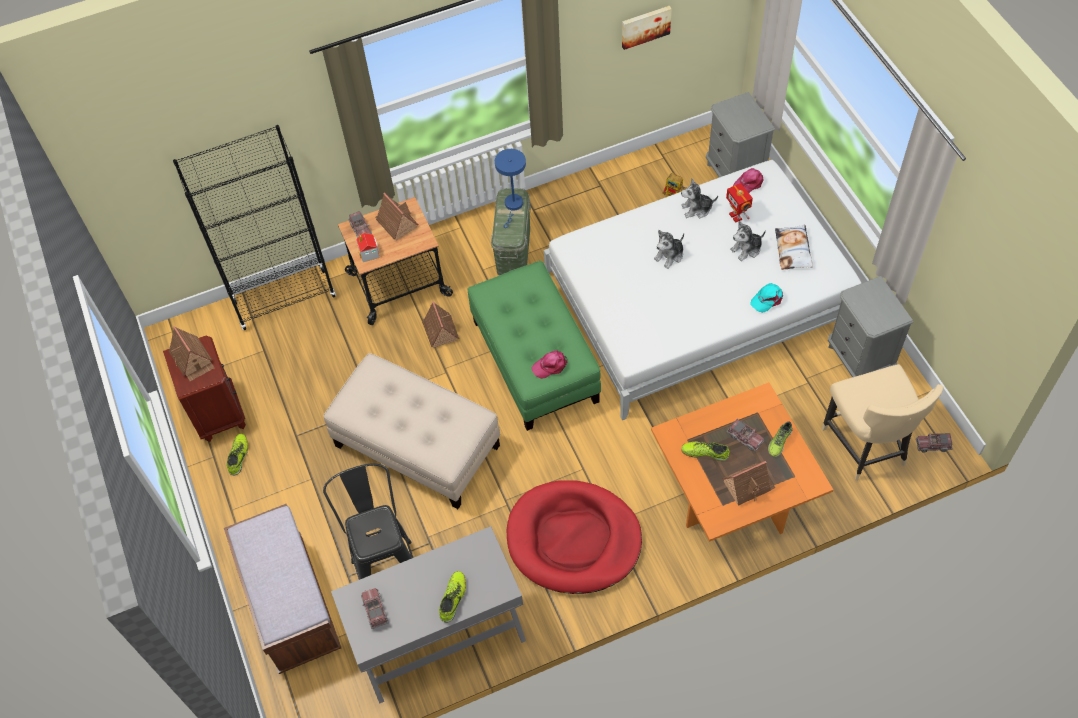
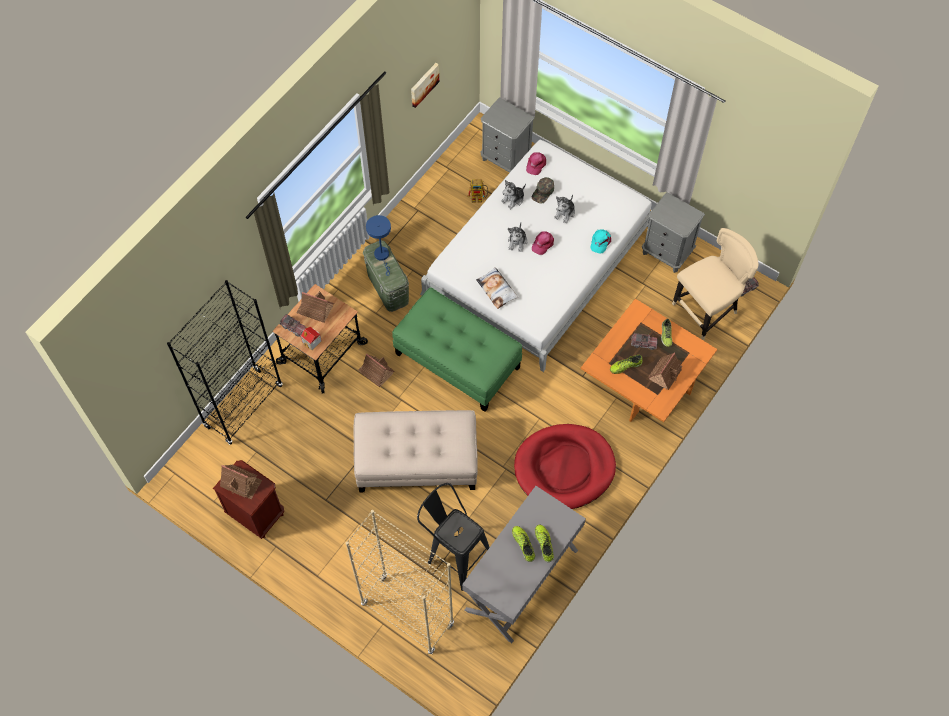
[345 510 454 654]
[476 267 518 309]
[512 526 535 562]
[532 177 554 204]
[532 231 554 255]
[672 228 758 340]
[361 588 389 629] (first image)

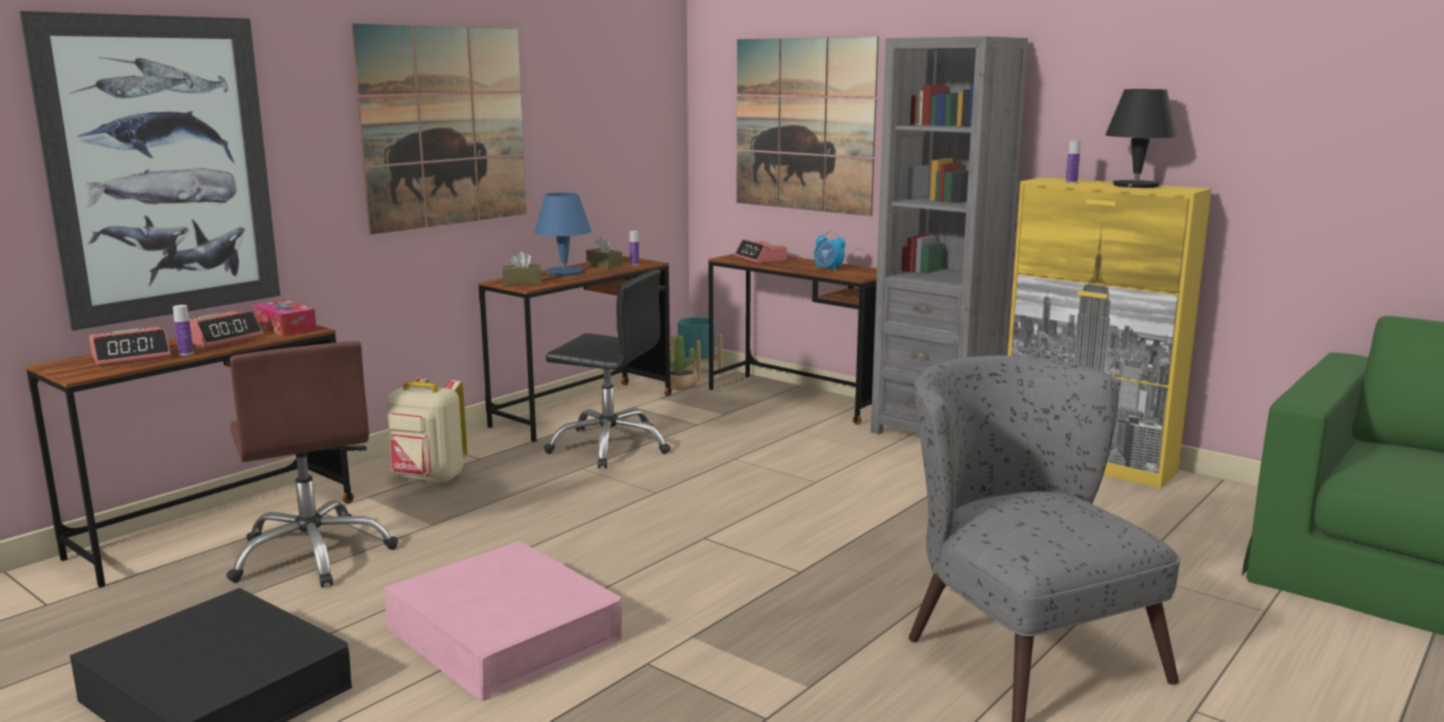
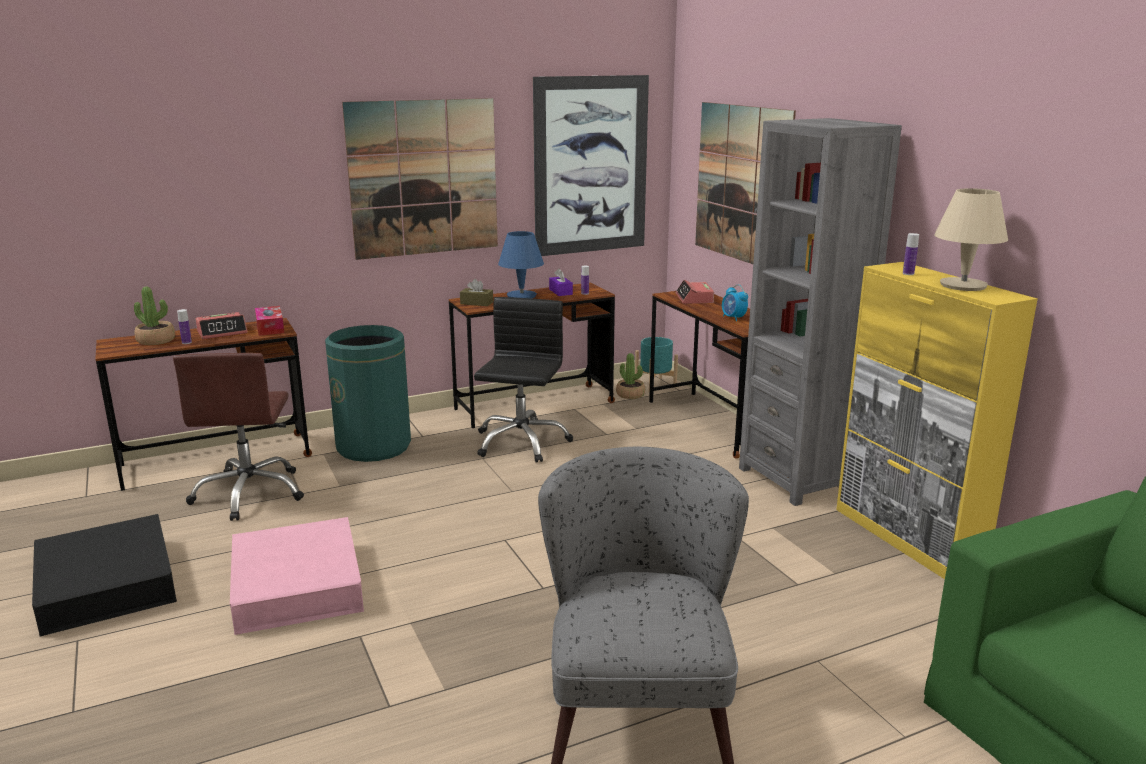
[134 287 175 345]
[325 325 411 462]
[474 297 573 463]
[533 75 649 256]
[549 268 573 296]
[934 188 1008 291]

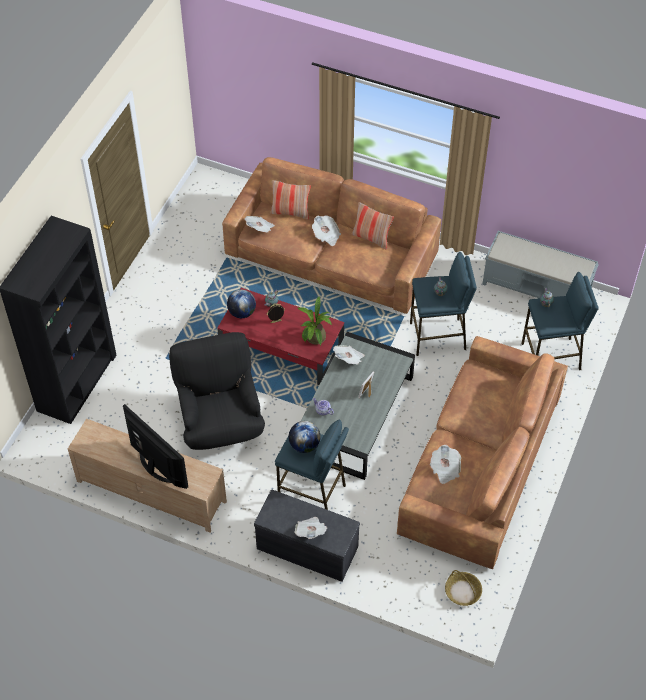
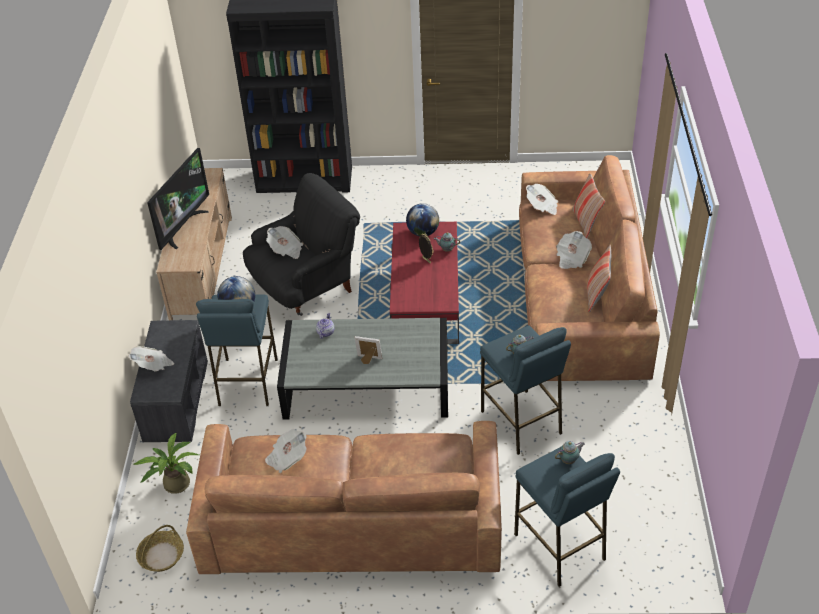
[134 433 199 494]
[266 226 303 259]
[482 231 599 298] (first image)

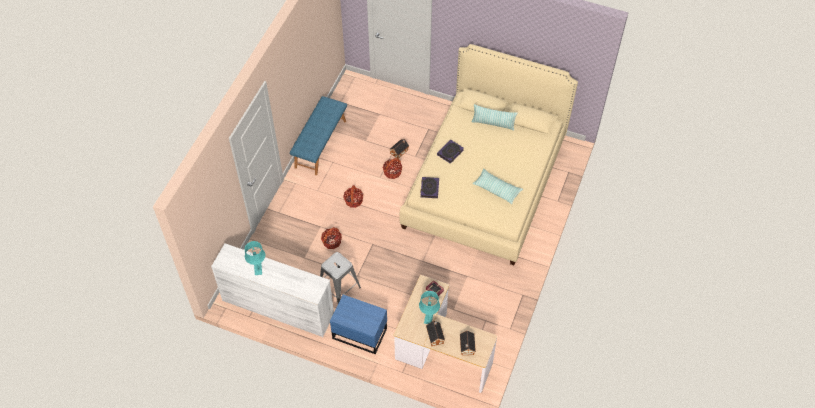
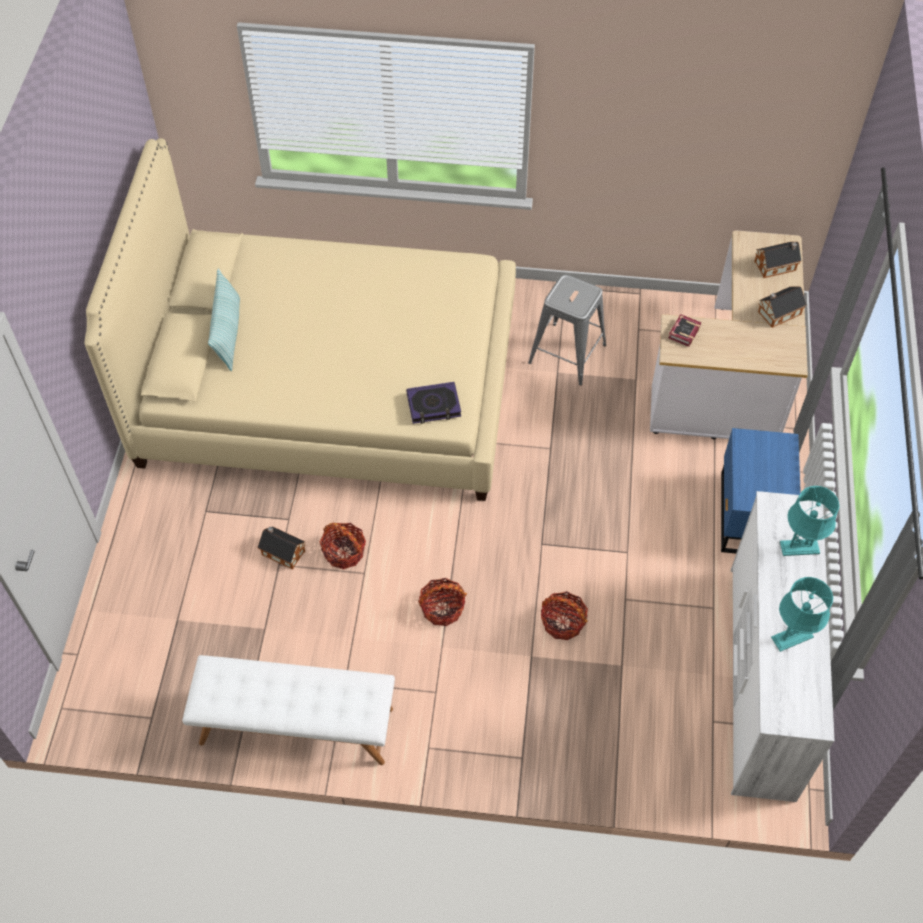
[182 655 395 765]
[528 274 606 386]
[780 486 839 556]
[437 139 464 163] (first image)
[472 169 523 204] (first image)

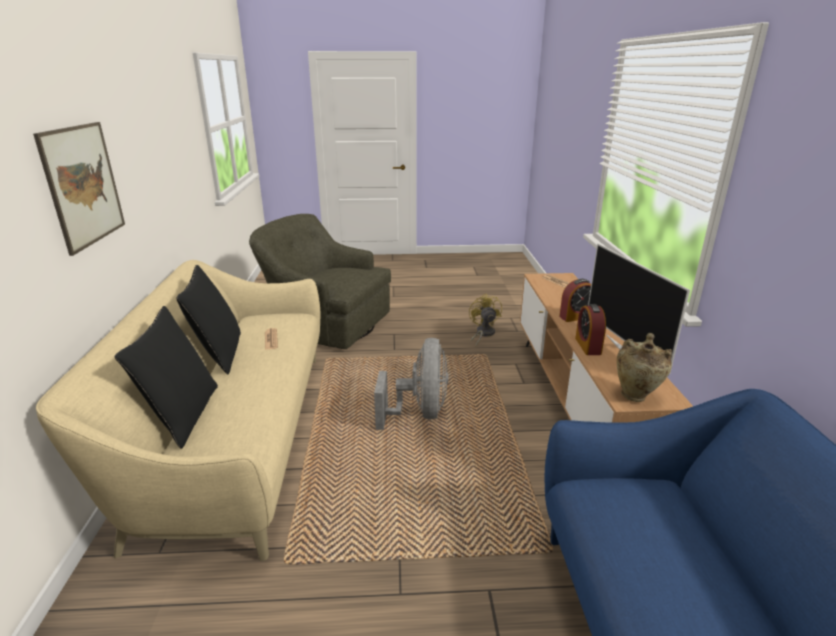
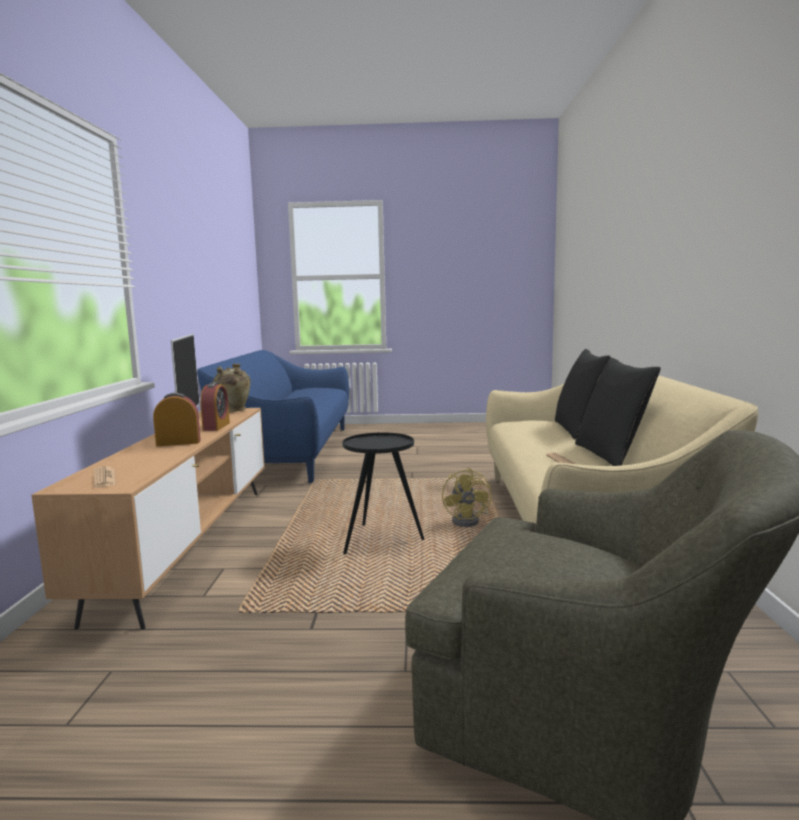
[342 432 424 554]
[442 468 492 527]
[33 122 125 256] (first image)

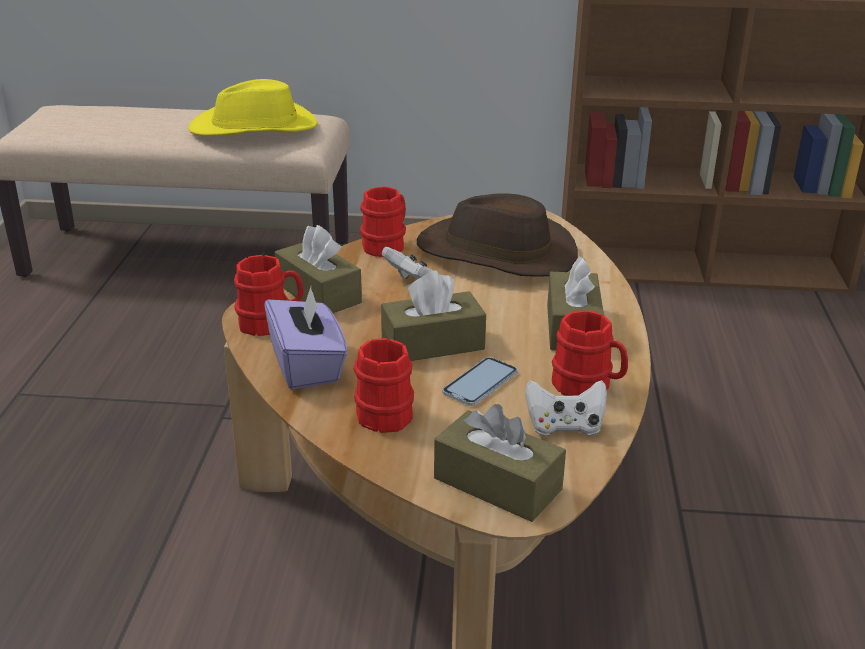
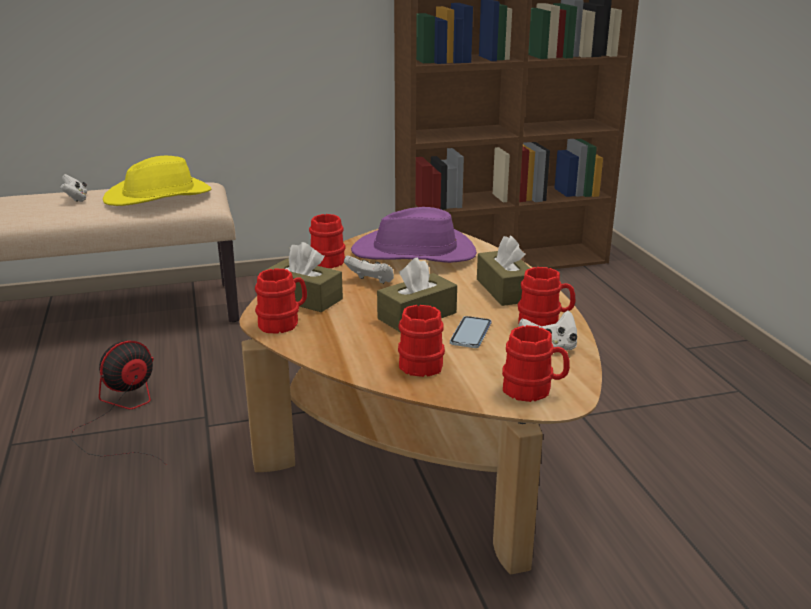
[60 174 87 202]
[71 341 167 465]
[351 207 477 263]
[502 325 570 402]
[264 287 348 390] (first image)

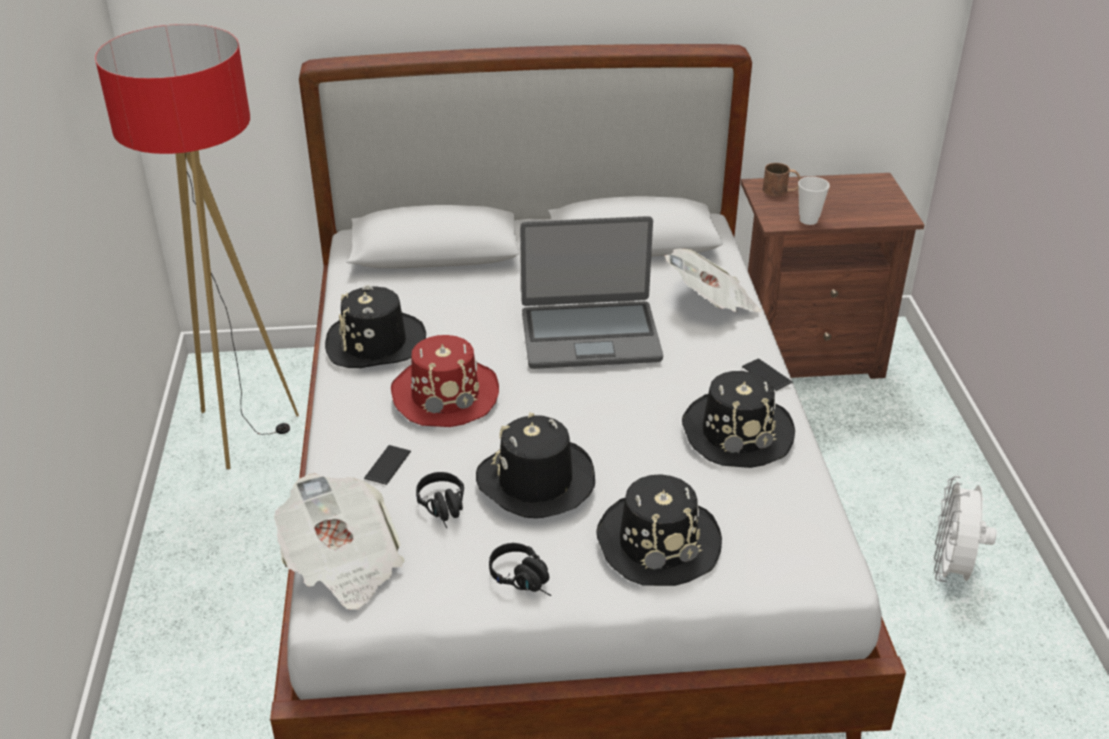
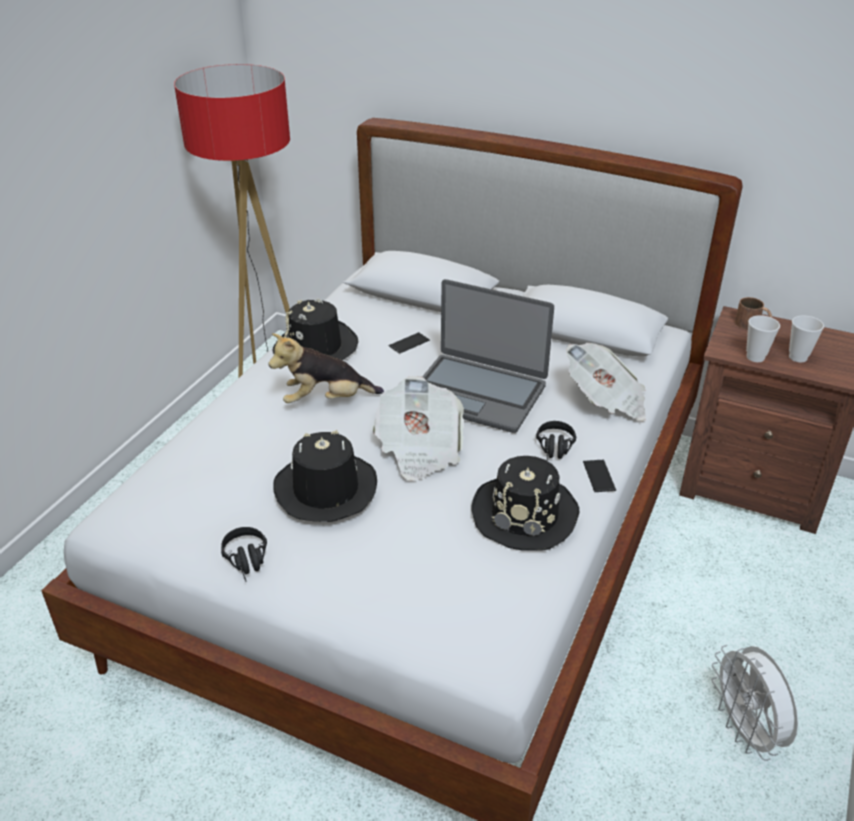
[269 333 384 403]
[372 376 464 481]
[389 332 430 354]
[536 421 576 461]
[712 645 798 761]
[789 315 824 362]
[596 474 722 586] (first image)

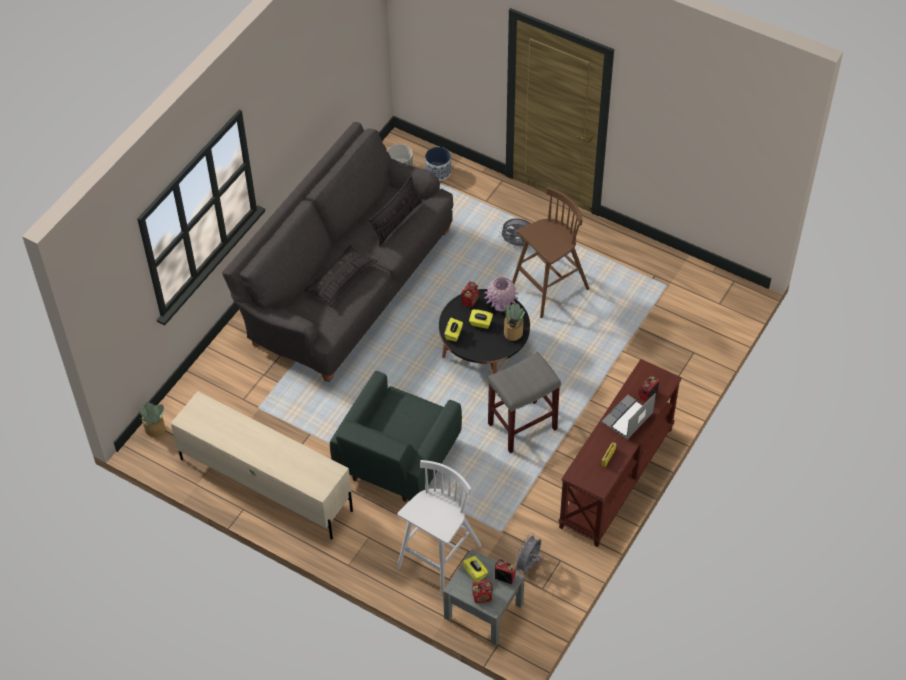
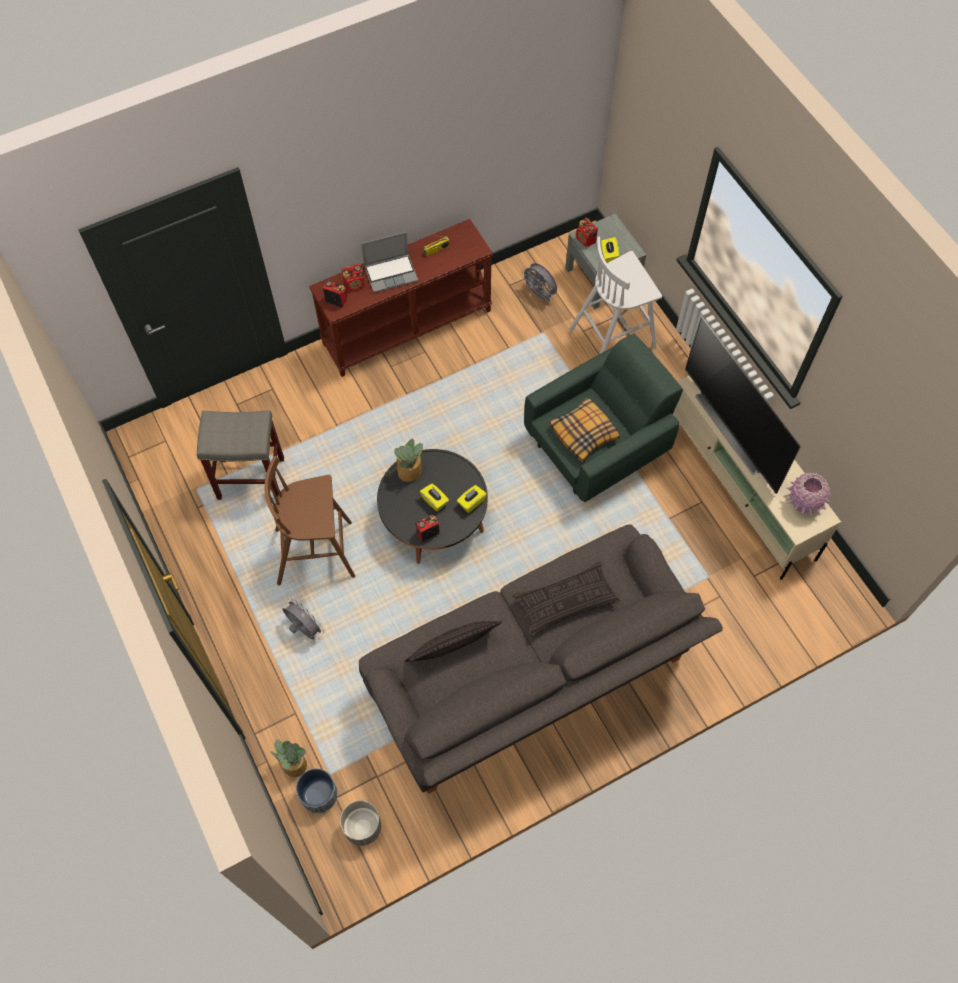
[197 411 284 500]
[270 739 307 777]
[323 280 347 308]
[521 263 557 302]
[550 398 620 462]
[685 316 801 494]
[786 473 831 515]

